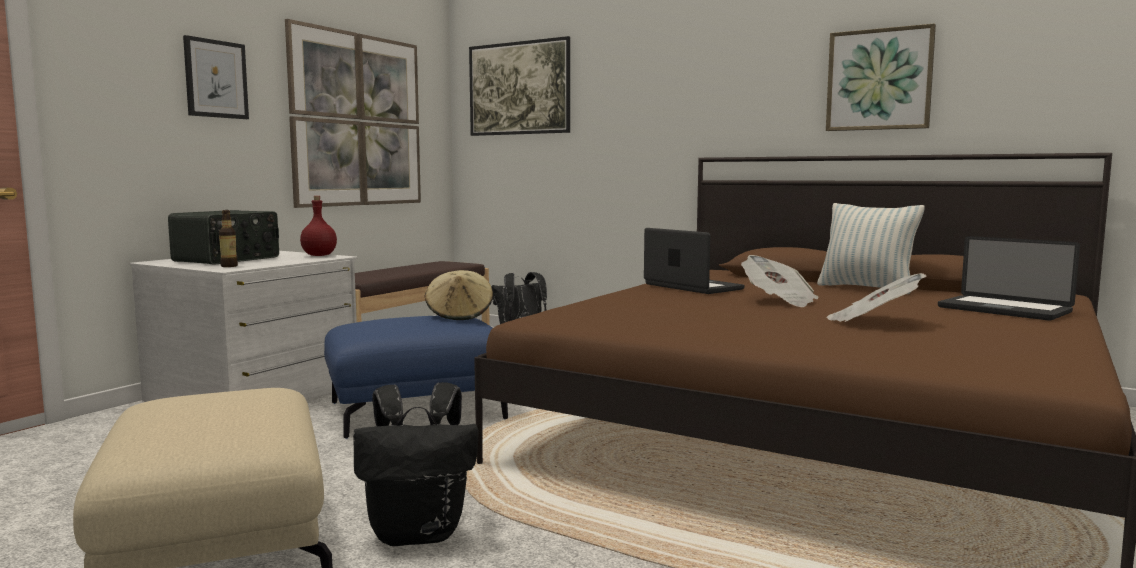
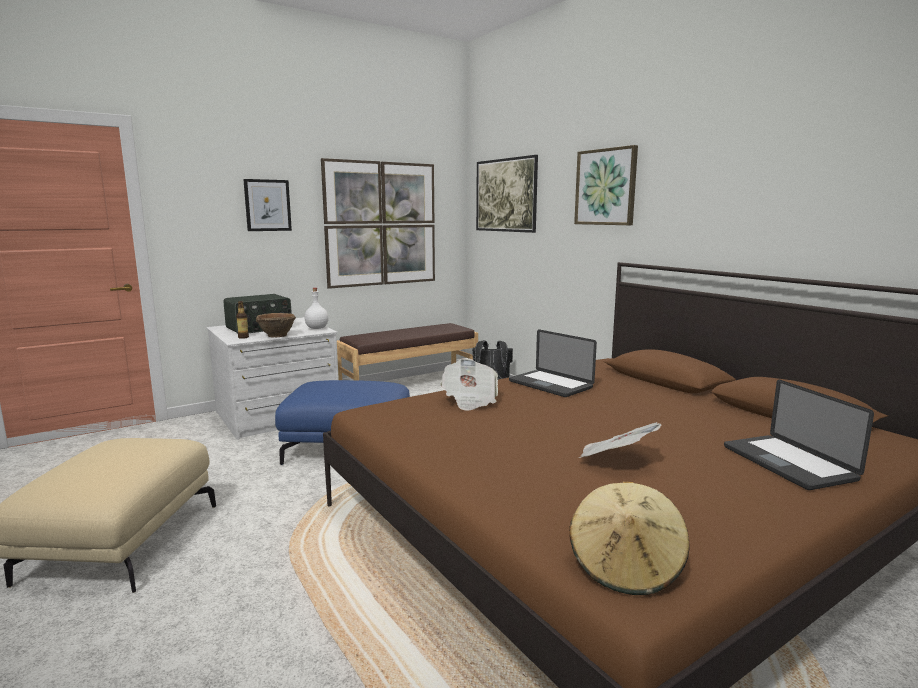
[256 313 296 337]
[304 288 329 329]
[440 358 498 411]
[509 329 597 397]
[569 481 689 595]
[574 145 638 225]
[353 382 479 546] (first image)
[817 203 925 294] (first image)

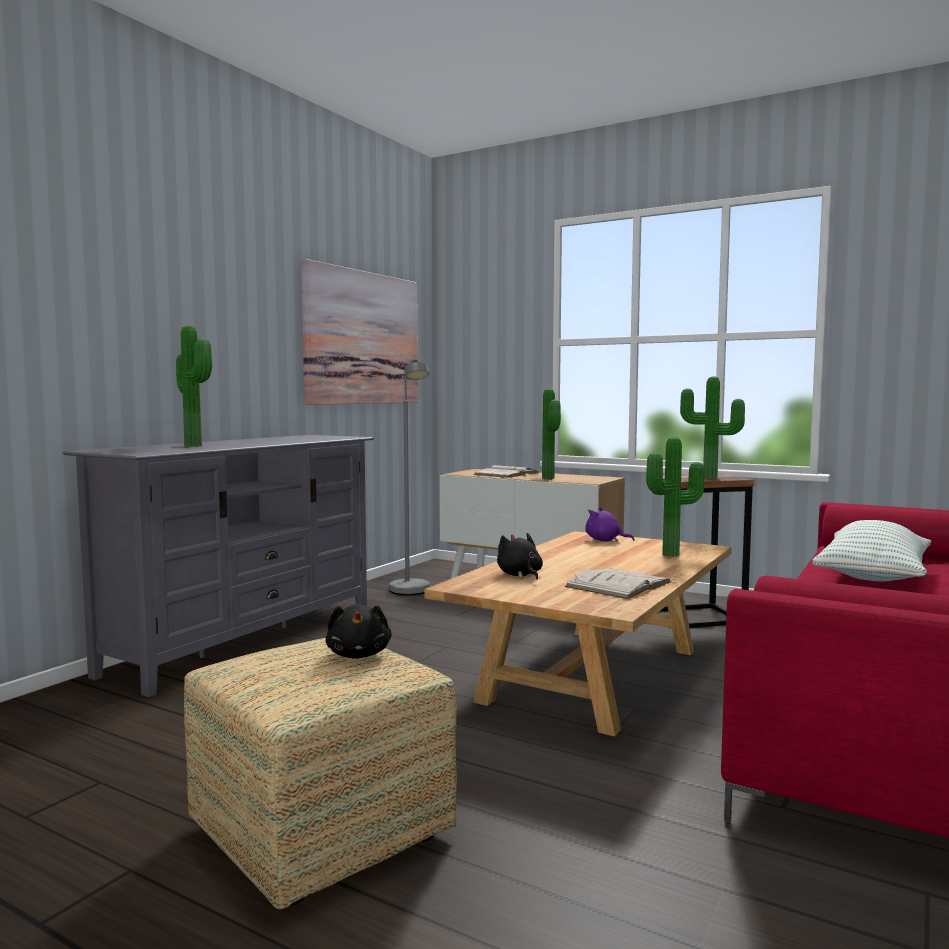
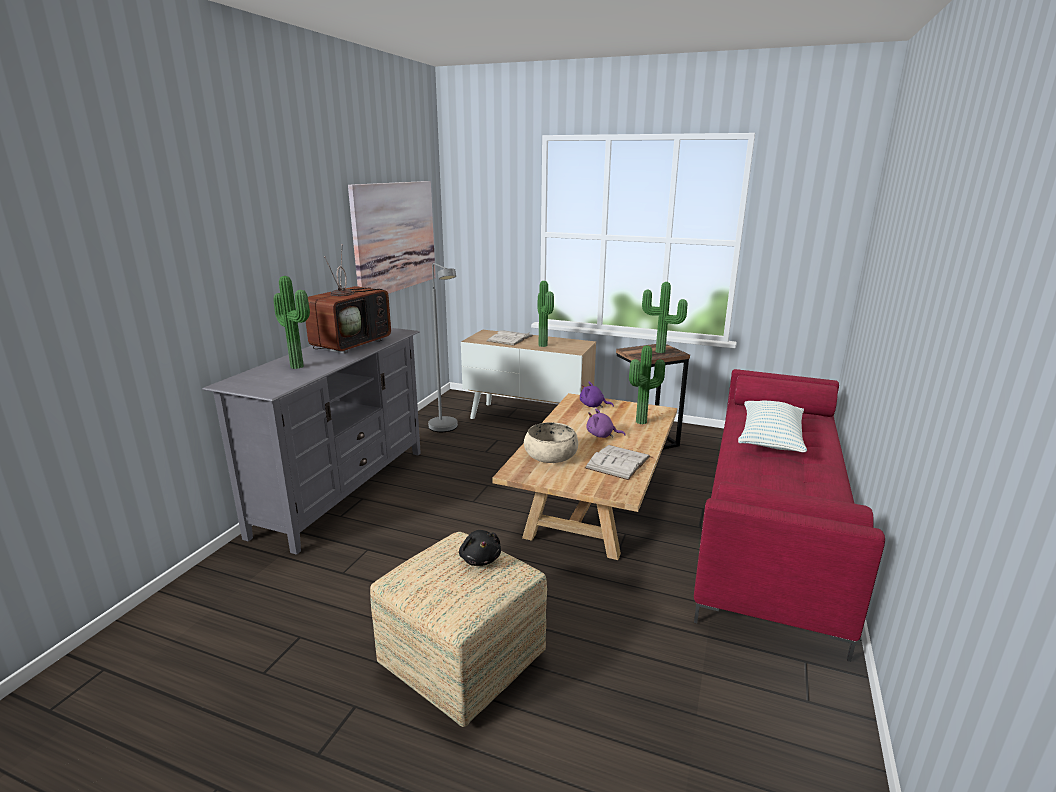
[306 244 391 354]
[524 422 578 463]
[586 408 625 438]

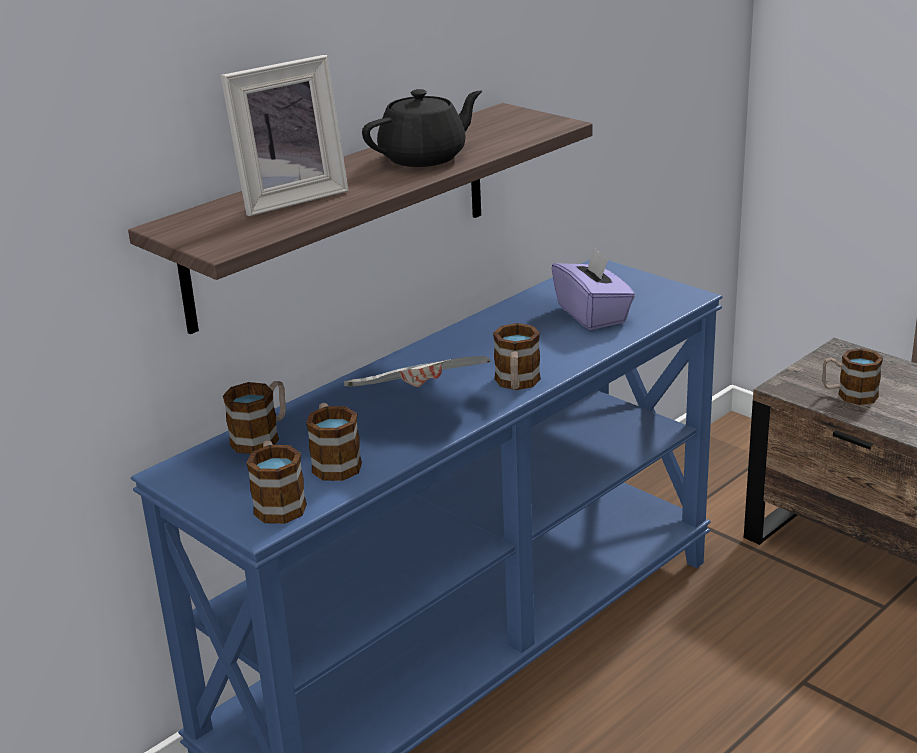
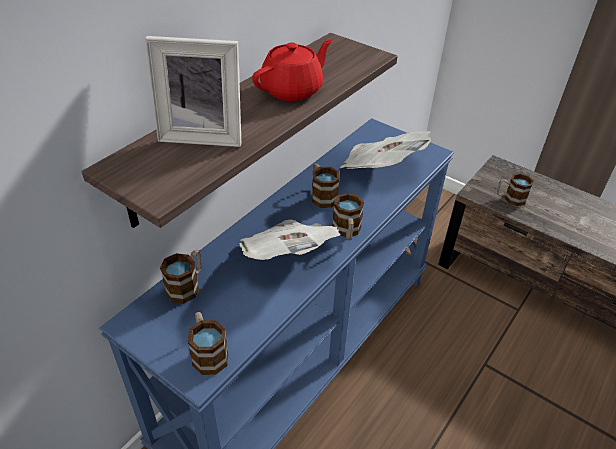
[145 36 242 147]
[252 39 333 101]
[312 163 340 208]
[340 131 431 169]

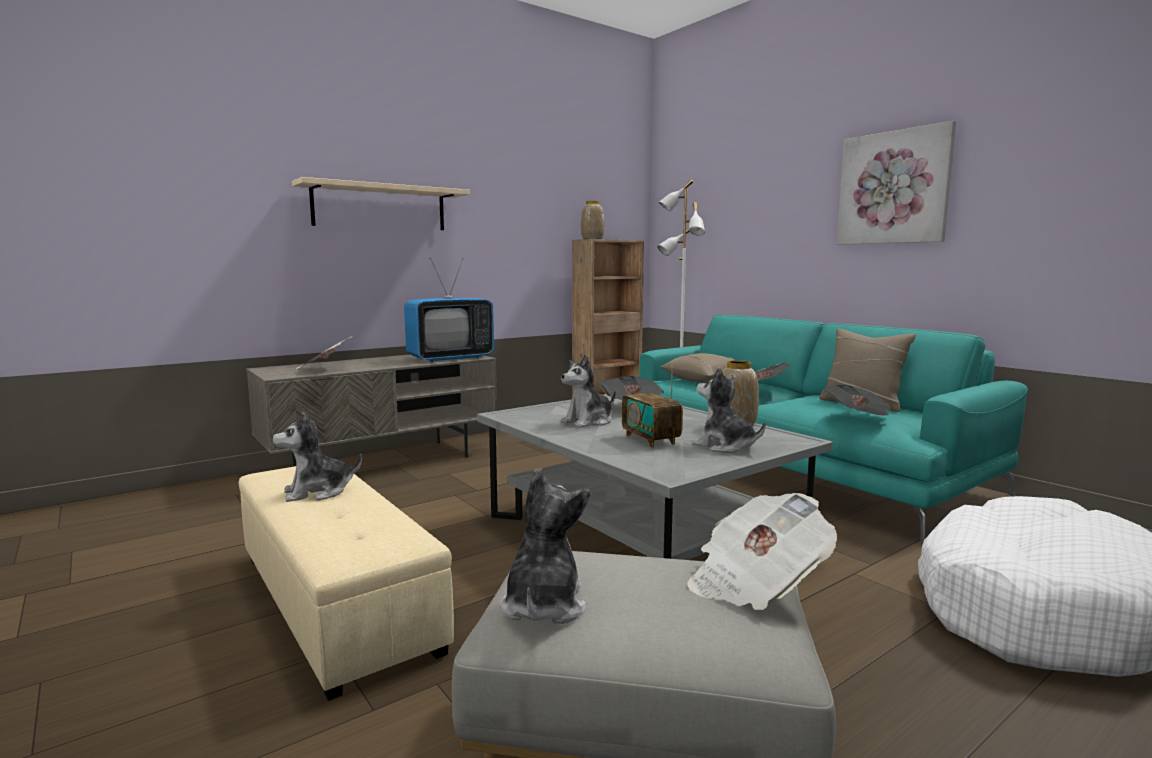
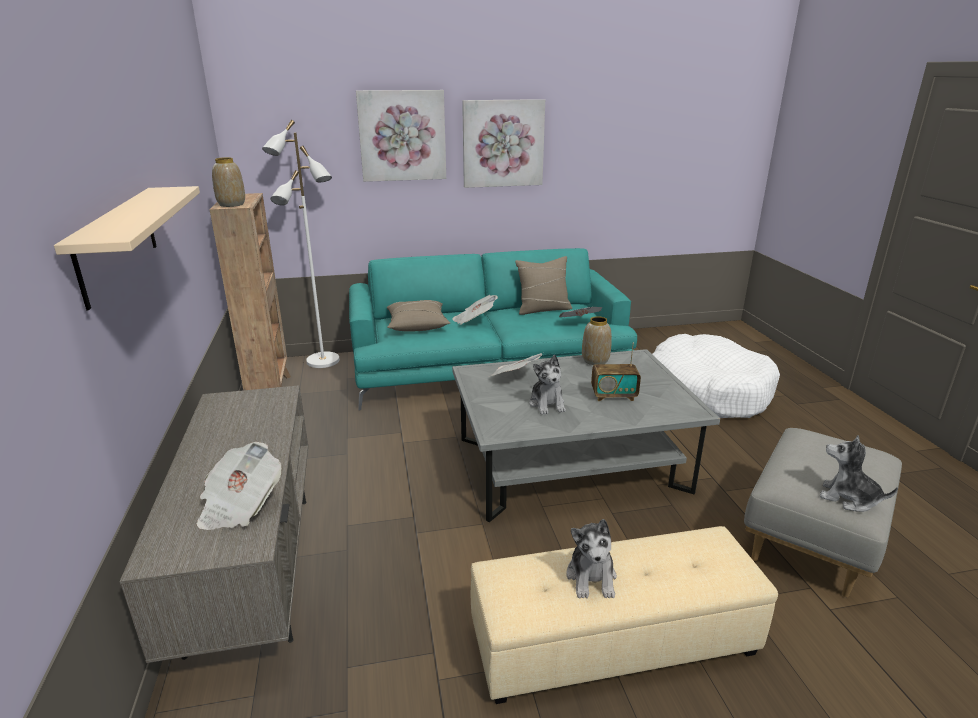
[356 90 446 182]
[404 258 494 362] (first image)
[687 493 837 610] (first image)
[692 367 766 453] (first image)

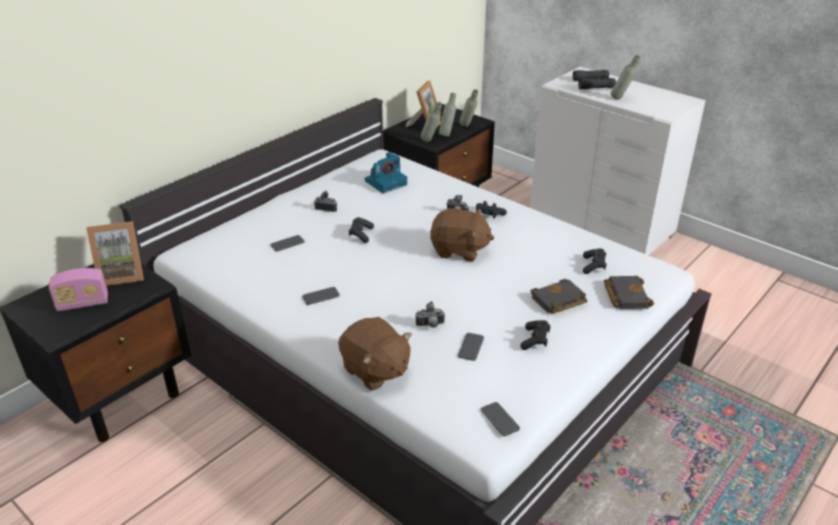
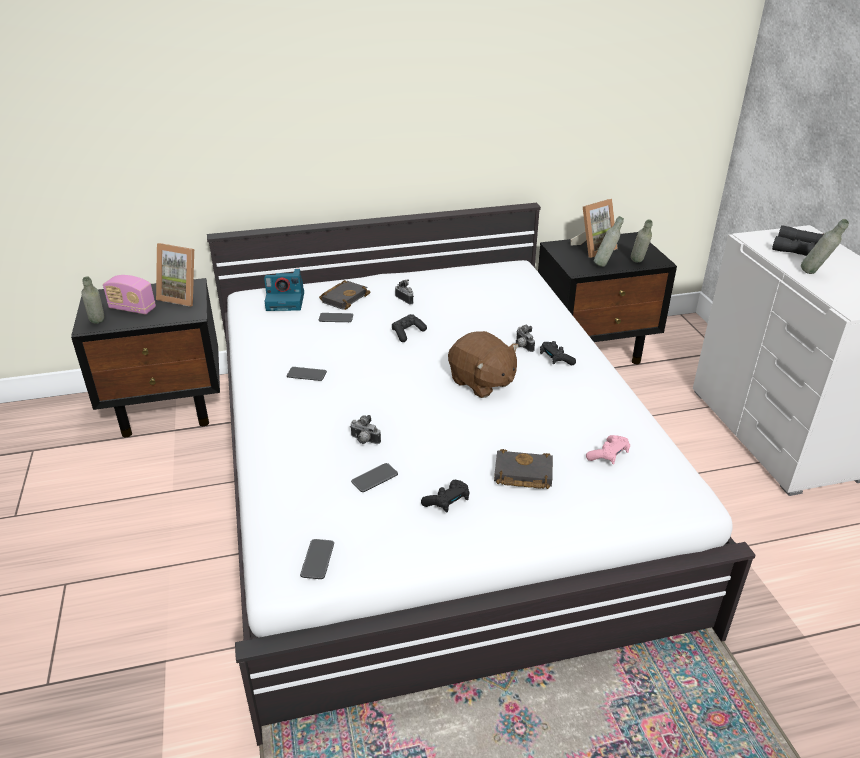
[82 276 104 324]
[264 269 304 311]
[319 280 371 310]
[586 435 630 464]
[338 317 412 391] (first image)

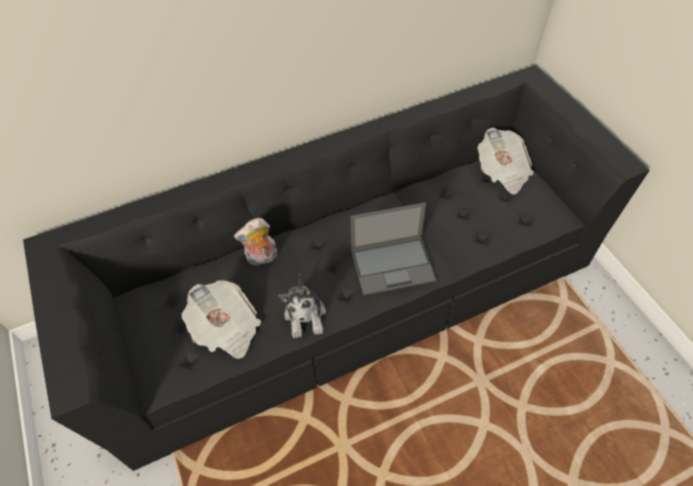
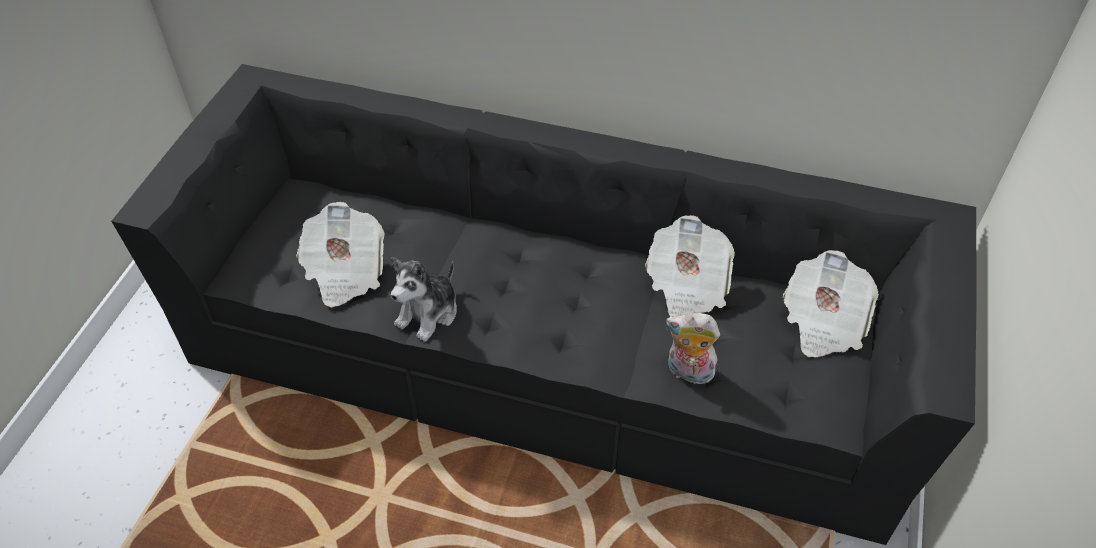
[645 215 735 317]
[666 312 720 384]
[351 203 436 295] (first image)

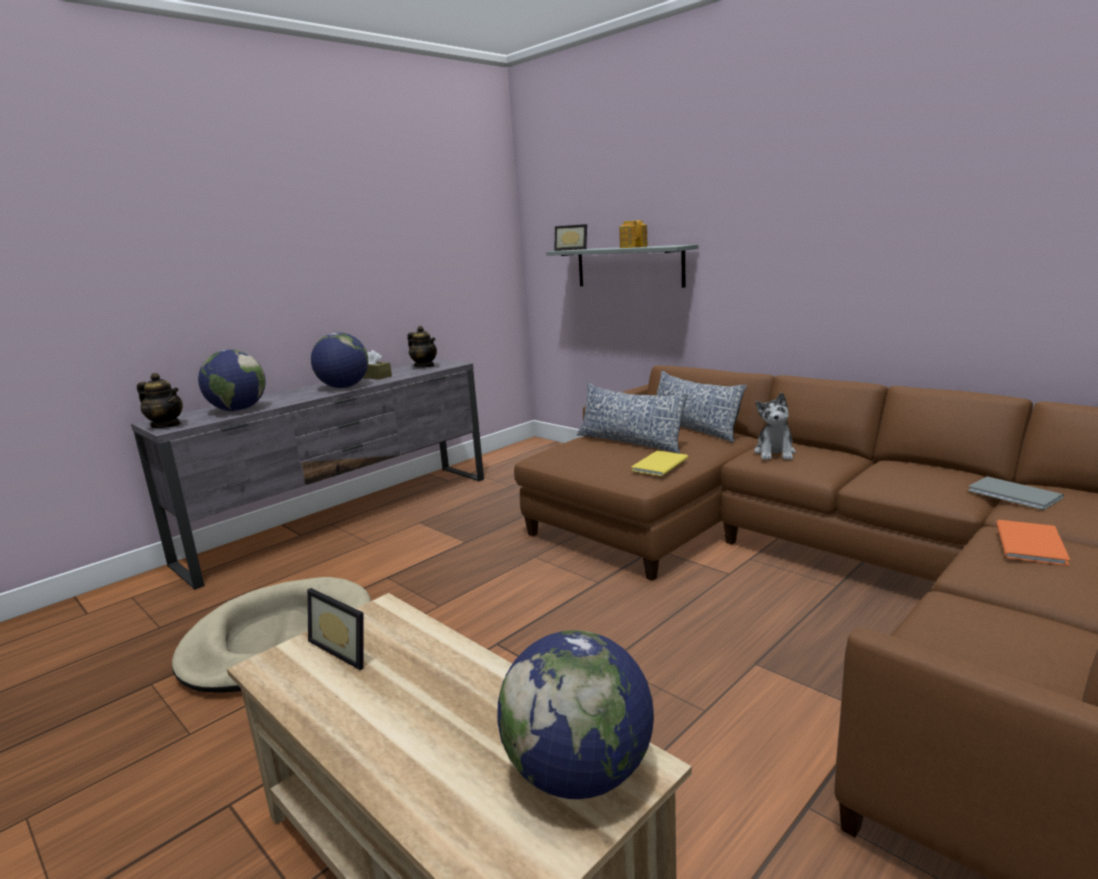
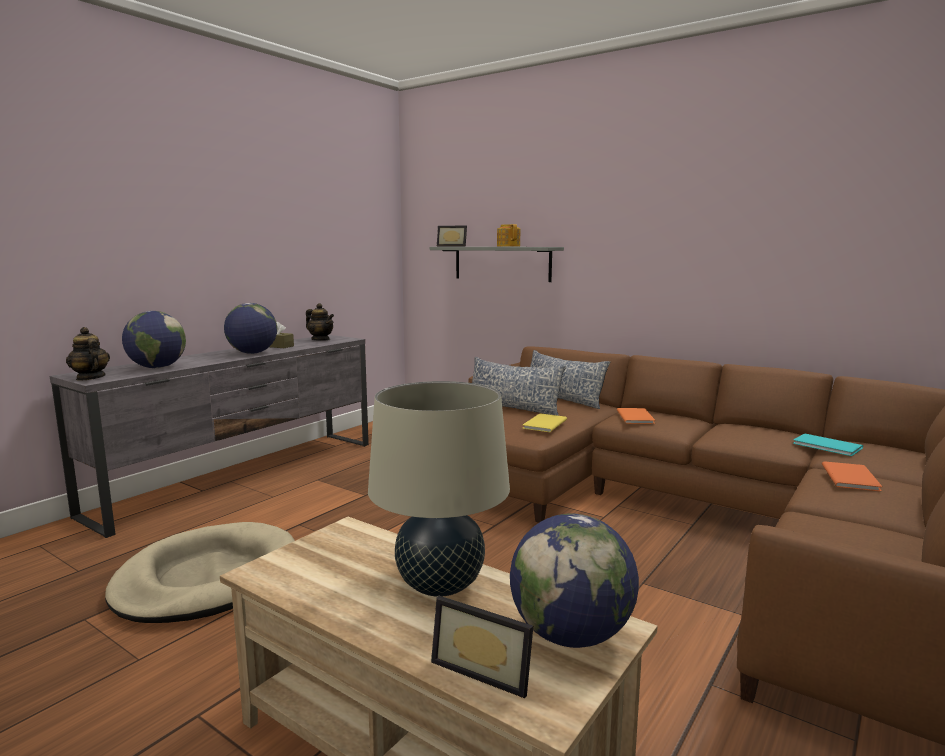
[66 327 110 380]
[368 381 510 597]
[431 596 533 698]
[617 408 655 424]
[793 433 863 456]

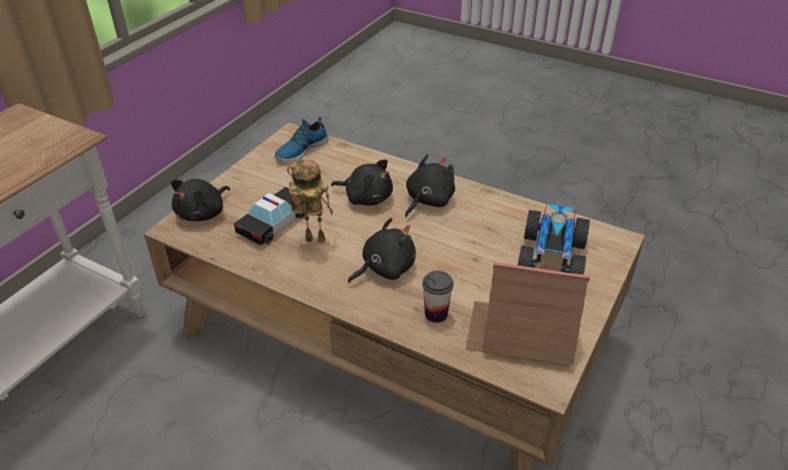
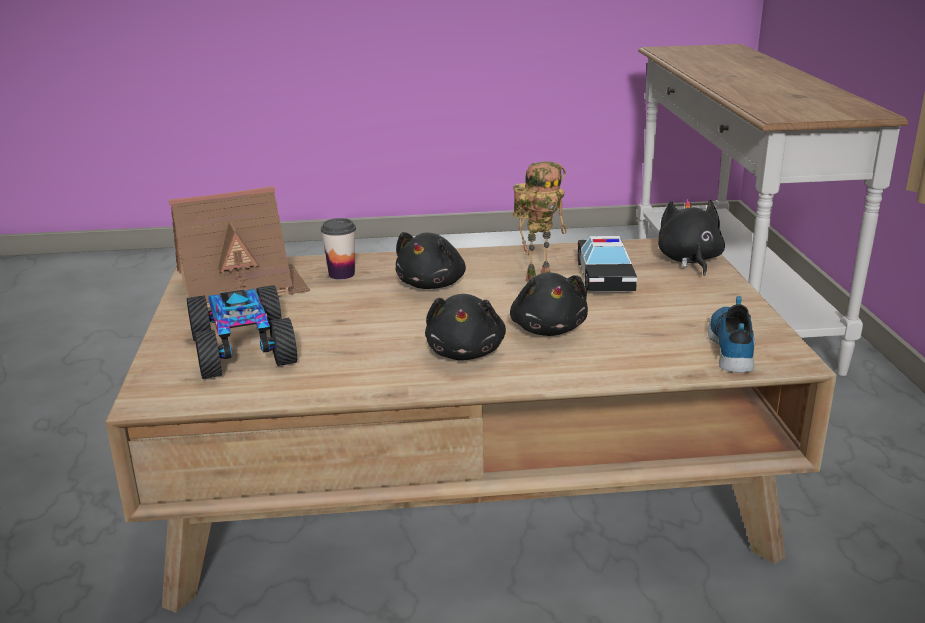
[510 273 588 336]

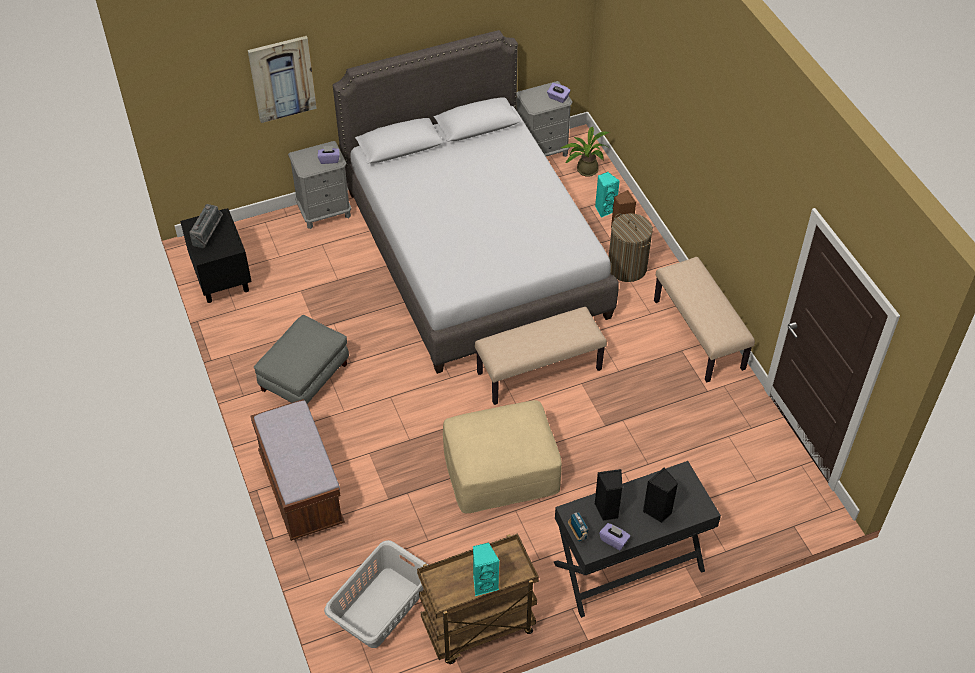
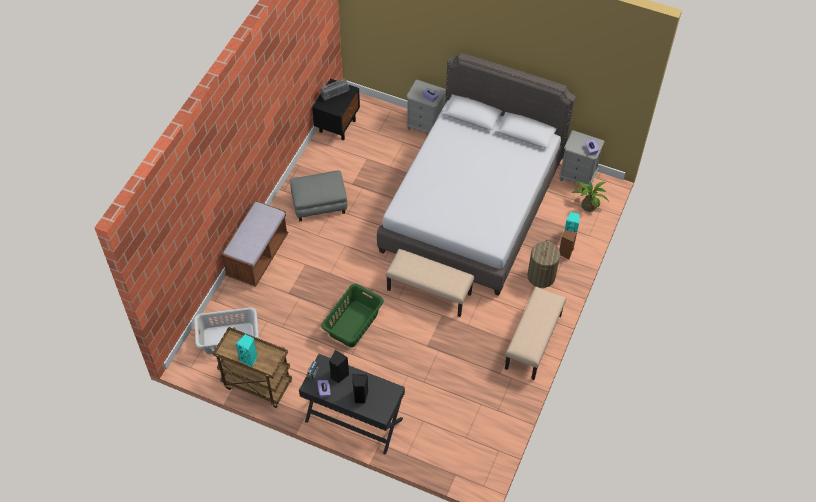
[321 284 384 347]
[248 36 317 123] (first image)

